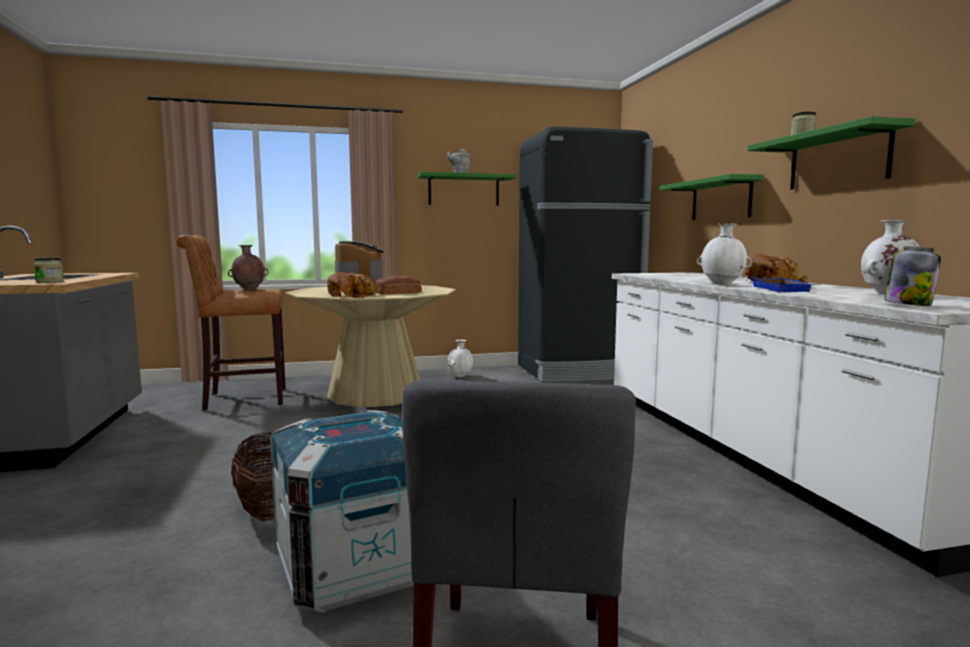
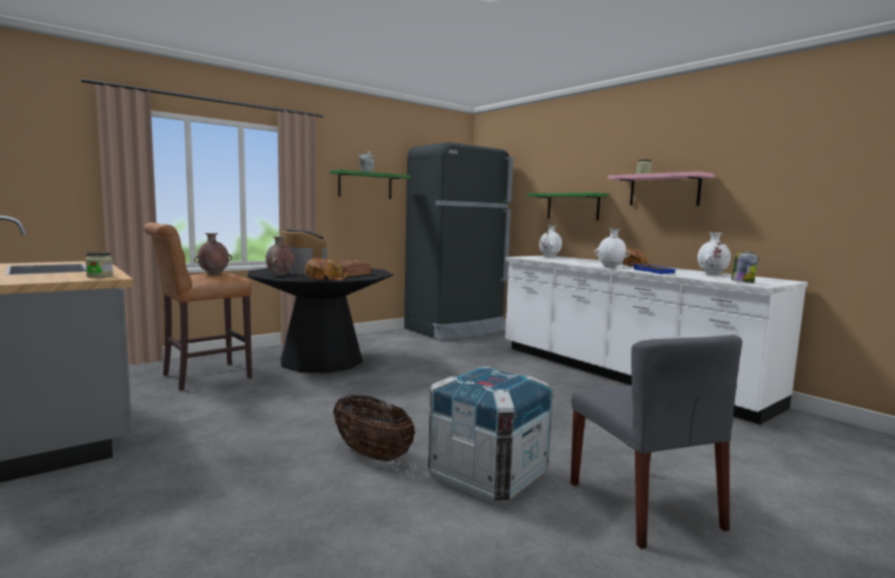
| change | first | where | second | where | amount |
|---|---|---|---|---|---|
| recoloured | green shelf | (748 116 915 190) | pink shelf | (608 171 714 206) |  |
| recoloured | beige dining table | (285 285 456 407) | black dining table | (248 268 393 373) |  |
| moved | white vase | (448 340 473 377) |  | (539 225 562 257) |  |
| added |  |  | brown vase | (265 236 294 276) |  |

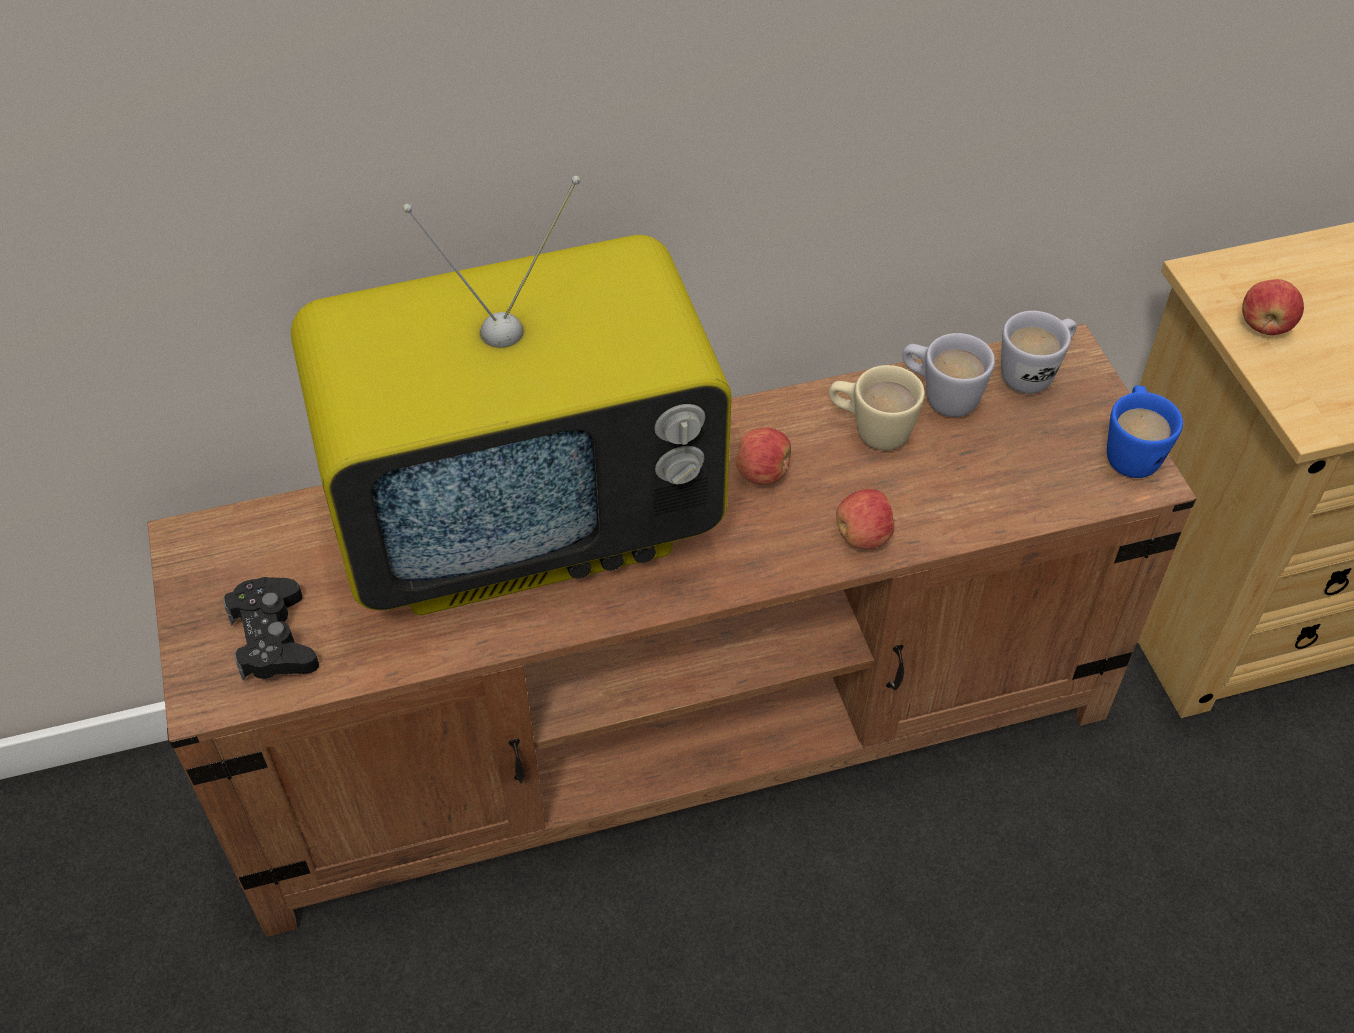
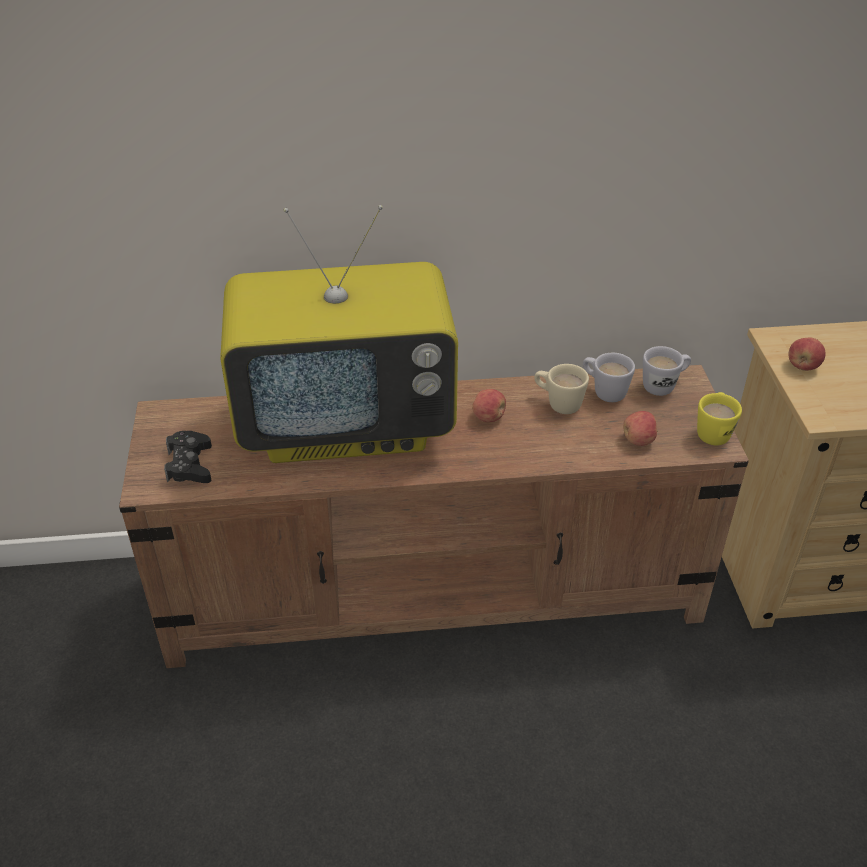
| change | first | where | second | where | amount |
|---|---|---|---|---|---|
| recoloured | blue mug | (1107 385 1183 478) | yellow mug | (697 392 742 445) |  |
| moved | apple | (836 489 895 549) |  | (623 411 658 446) |  |

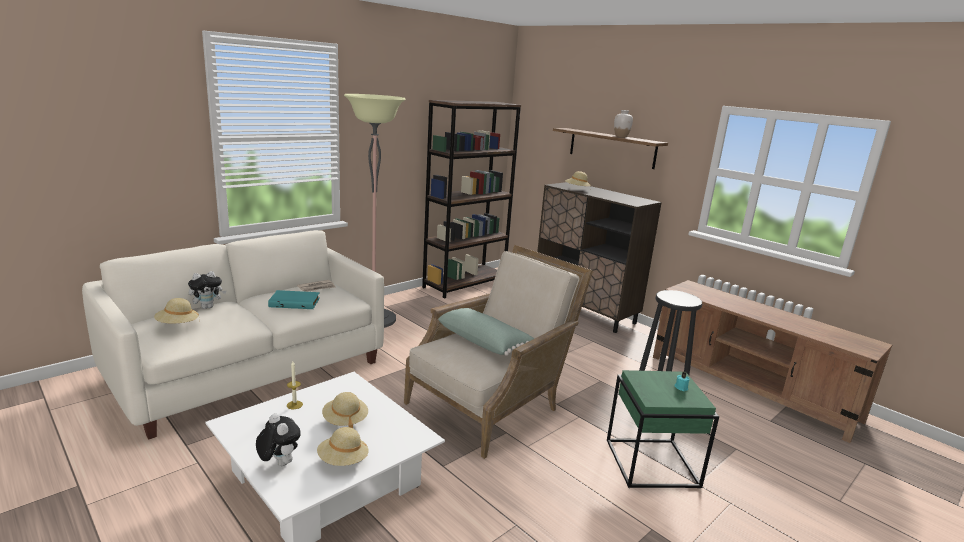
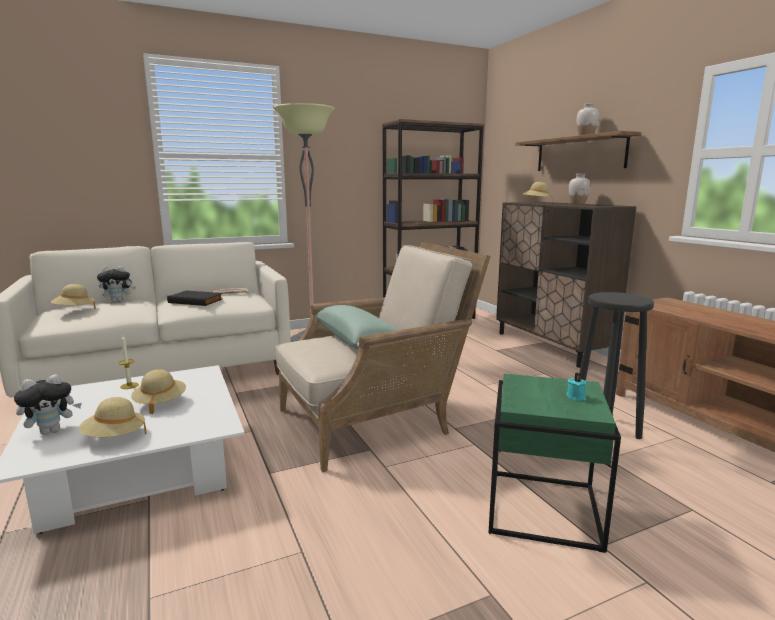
| change | first | where | second | where | amount |
|---|---|---|---|---|---|
| recoloured | turquoise book | (268 290 320 309) | black book | (167 290 223 306) |  |
| turned | plush toy | (256 414 301 466) |  | (14 374 82 435) | 75 degrees clockwise |
| added |  |  | white vase | (569 174 591 204) |  |

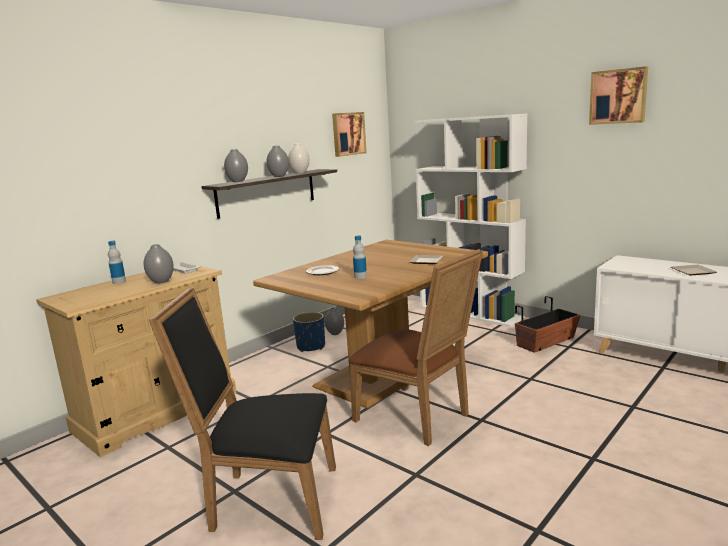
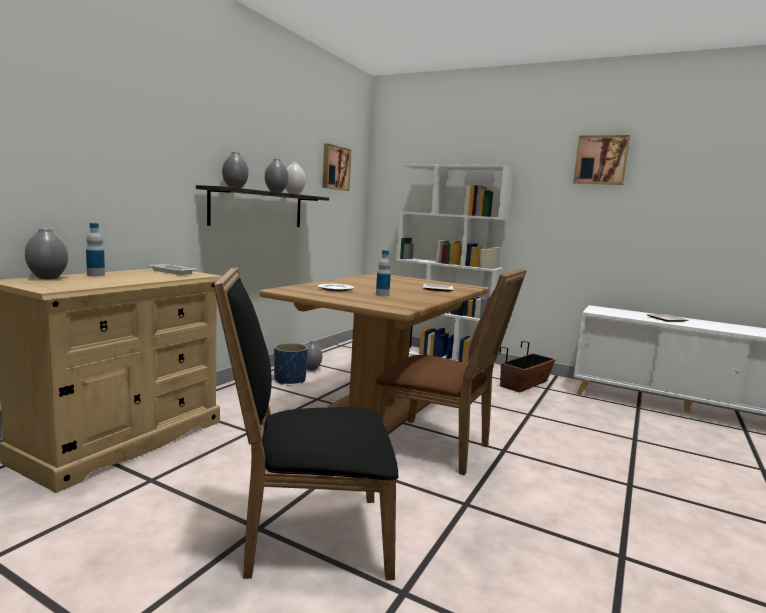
| change | first | where | second | where | amount |
|---|---|---|---|---|---|
| moved | grey vase | (144 244 174 284) |  | (25 228 68 279) |  |

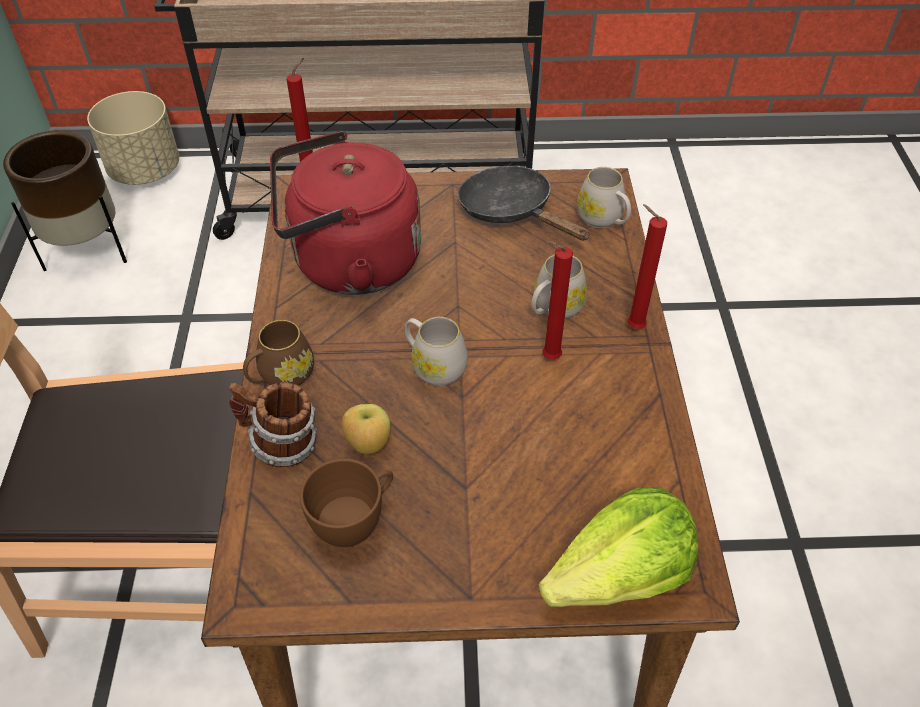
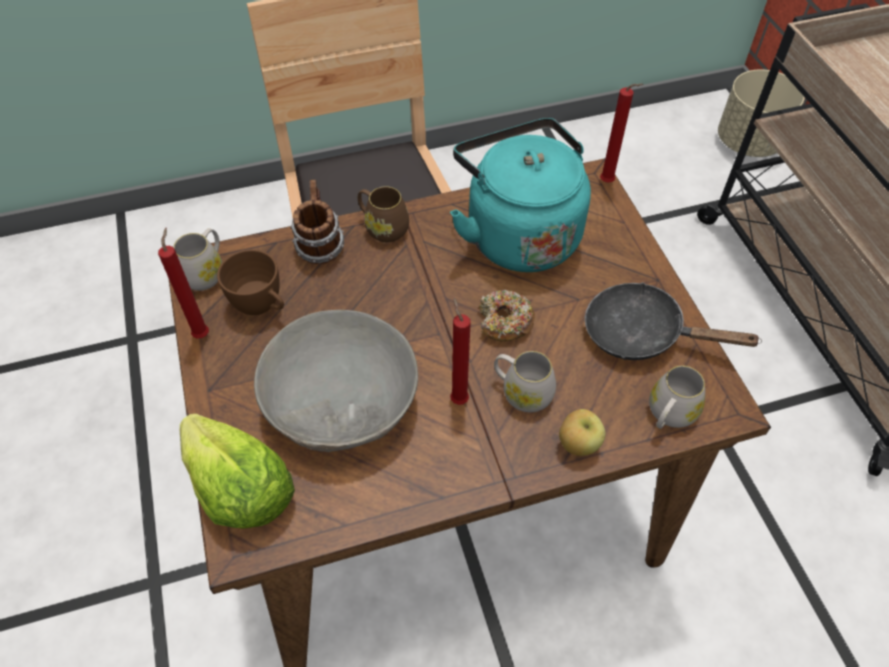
| change | first | where | second | where | amount |
|---|---|---|---|---|---|
| removed | brown planter | (3 130 127 271) |  |  |  |
| recoloured | red kettle | (270 131 421 295) | turquoise kettle | (450 118 591 272) |  |
| turned | black frying pan | (458 166 591 241) |  | (585 282 762 360) | 105 degrees counterclockwise |
| moved | red candle | (627 204 667 329) |  | (158 228 209 339) |  |
| moved | white mug | (405 317 468 386) |  | (173 228 222 291) |  |
| moved | apple | (341 404 391 454) |  | (559 409 605 456) |  |
| added |  |  | donut | (479 290 535 341) |  |
| added |  |  | grey bowl | (254 310 418 452) |  |

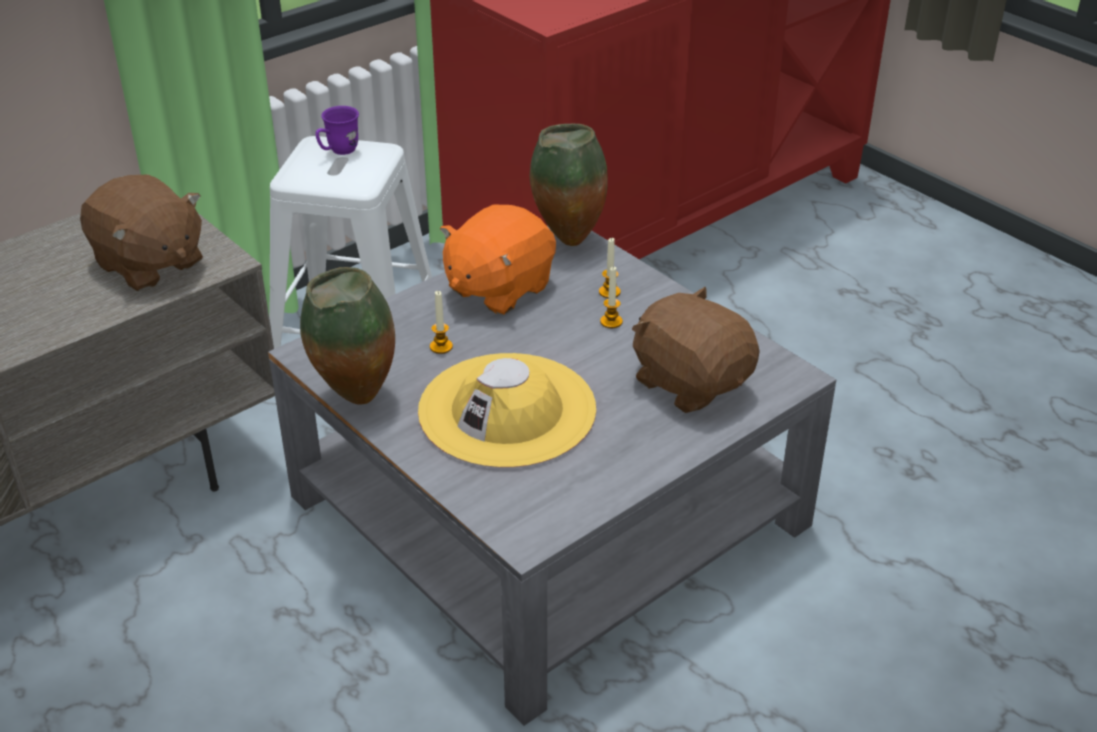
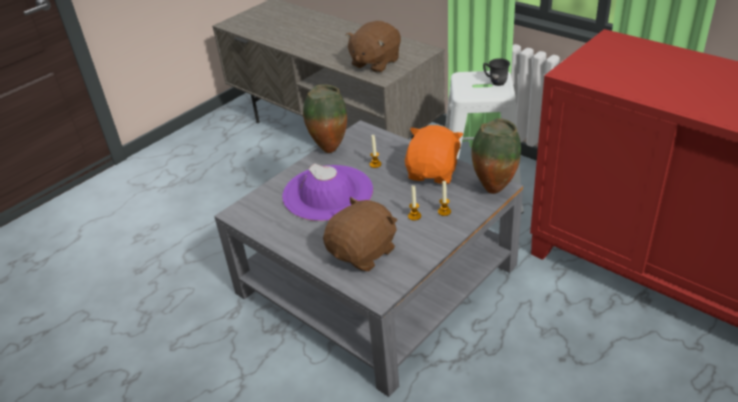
| change | first | where | second | where | amount |
|---|---|---|---|---|---|
| recoloured | purple mug | (315 106 359 155) | grey mug | (483 58 510 86) |  |
| turned | orange plush toy | (440 205 556 315) |  | (405 125 463 184) | 75 degrees clockwise |
| recoloured | yellow hat | (418 353 597 468) | purple hat | (282 164 373 221) |  |

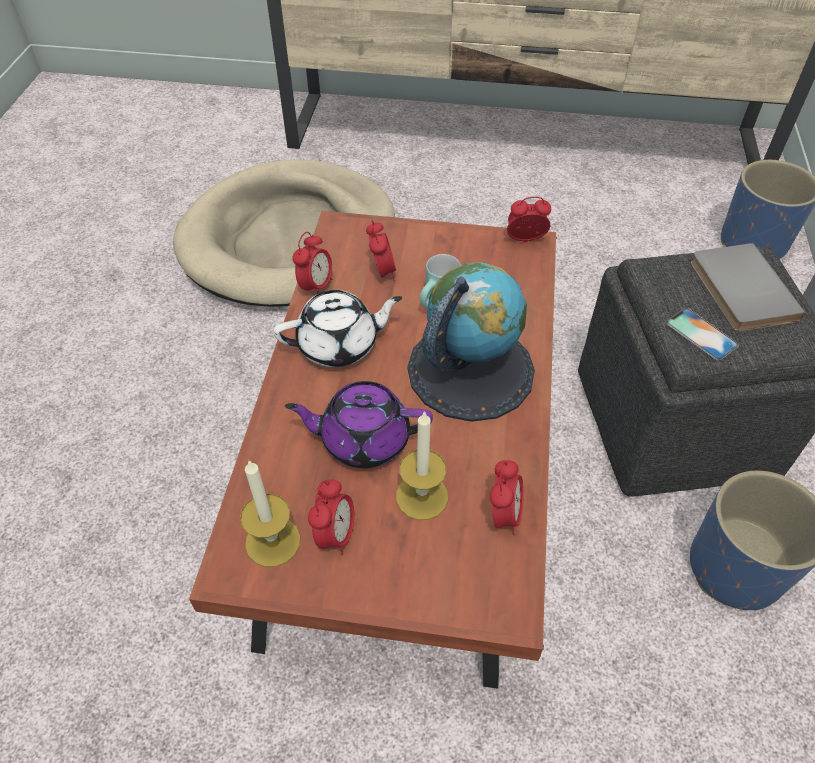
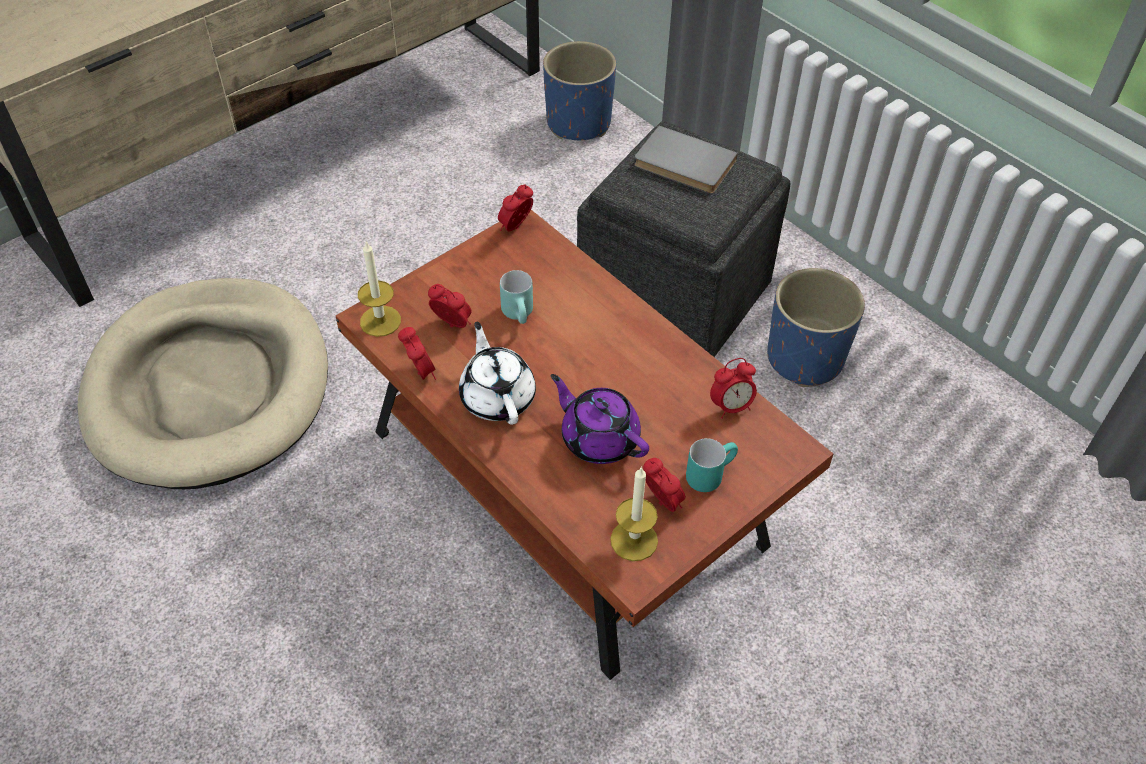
| change | first | where | second | where | amount |
|---|---|---|---|---|---|
| removed | globe | (407 262 535 422) |  |  |  |
| turned | white teapot | (273 290 402 367) |  | (459 322 536 425) | 45 degrees counterclockwise |
| removed | phone | (666 308 739 361) |  |  |  |
| turned | purple teapot | (285 381 433 468) |  | (551 374 649 464) | 90 degrees clockwise |
| moved | candle | (396 411 448 520) |  | (358 241 401 337) |  |
| turned | alarm clock | (490 460 524 535) |  | (710 358 757 419) | 105 degrees clockwise |
| added |  |  | turquoise mug | (686 438 738 492) |  |

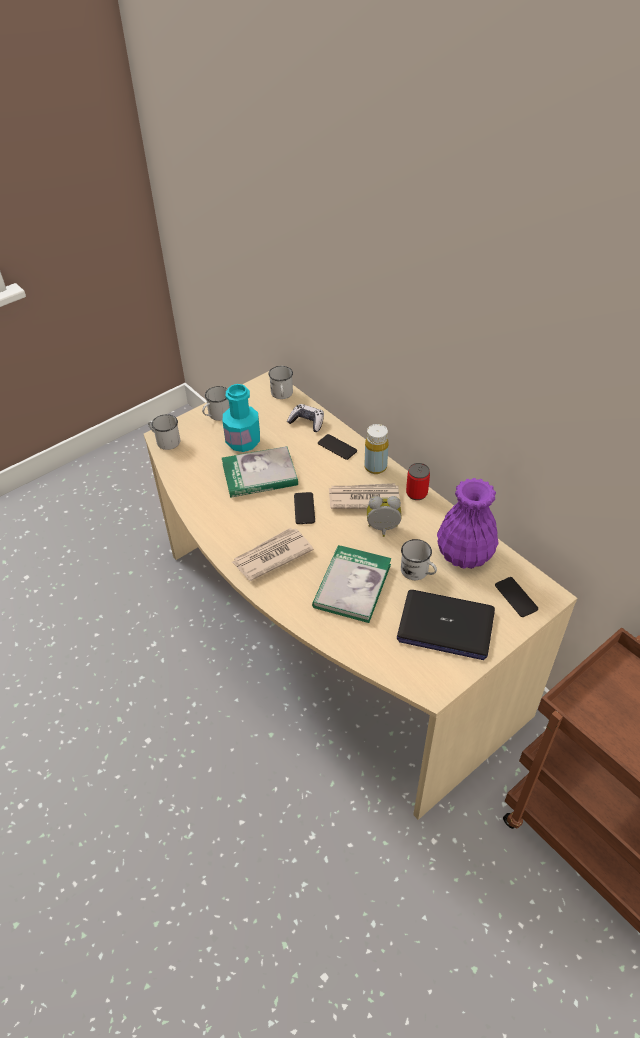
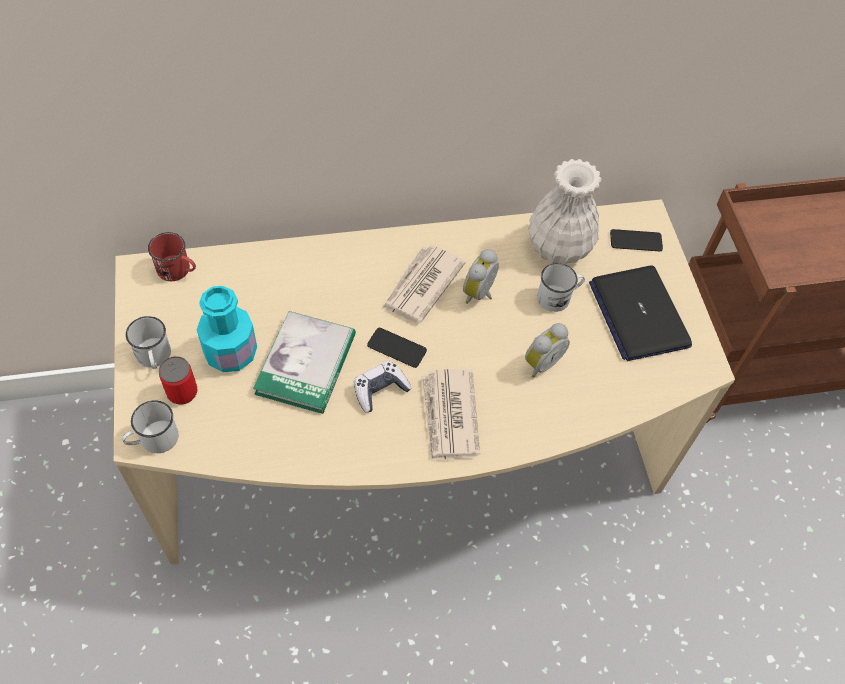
| change | first | where | second | where | amount |
|---|---|---|---|---|---|
| recoloured | white mug | (268 366 293 399) | red mug | (148 232 196 281) |  |
| moved | game controller | (287 404 324 432) |  | (354 361 412 413) |  |
| removed | yellow bottle | (365 424 389 474) |  |  |  |
| removed | phone | (318 434 357 460) |  |  |  |
| moved | can | (406 463 430 500) |  | (159 356 198 405) |  |
| recoloured | purple vase | (437 478 499 569) | white vase | (528 159 602 264) |  |
| replaced | book | (312 545 391 623) | alarm clock | (525 323 570 378) |  |
| turned | laptop | (397 590 495 660) |  | (589 266 692 361) | 120 degrees clockwise |

